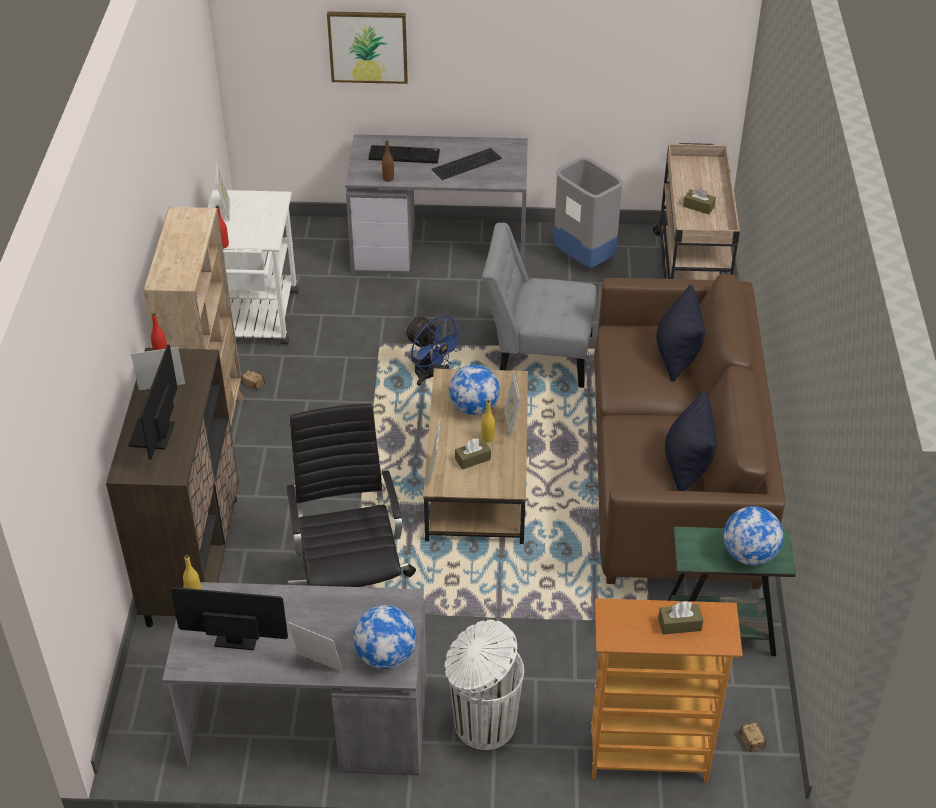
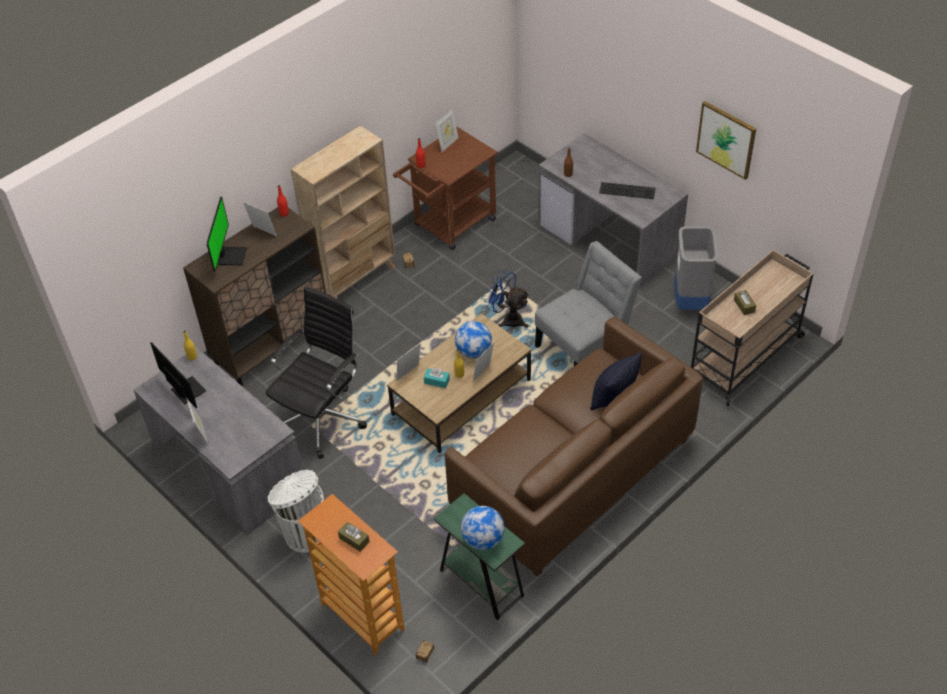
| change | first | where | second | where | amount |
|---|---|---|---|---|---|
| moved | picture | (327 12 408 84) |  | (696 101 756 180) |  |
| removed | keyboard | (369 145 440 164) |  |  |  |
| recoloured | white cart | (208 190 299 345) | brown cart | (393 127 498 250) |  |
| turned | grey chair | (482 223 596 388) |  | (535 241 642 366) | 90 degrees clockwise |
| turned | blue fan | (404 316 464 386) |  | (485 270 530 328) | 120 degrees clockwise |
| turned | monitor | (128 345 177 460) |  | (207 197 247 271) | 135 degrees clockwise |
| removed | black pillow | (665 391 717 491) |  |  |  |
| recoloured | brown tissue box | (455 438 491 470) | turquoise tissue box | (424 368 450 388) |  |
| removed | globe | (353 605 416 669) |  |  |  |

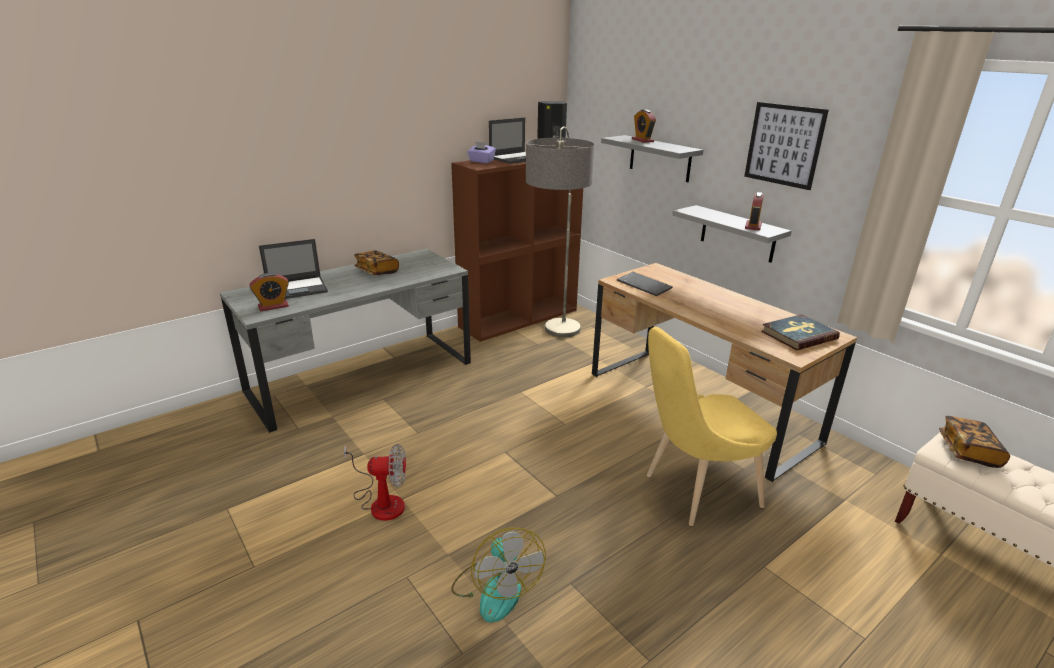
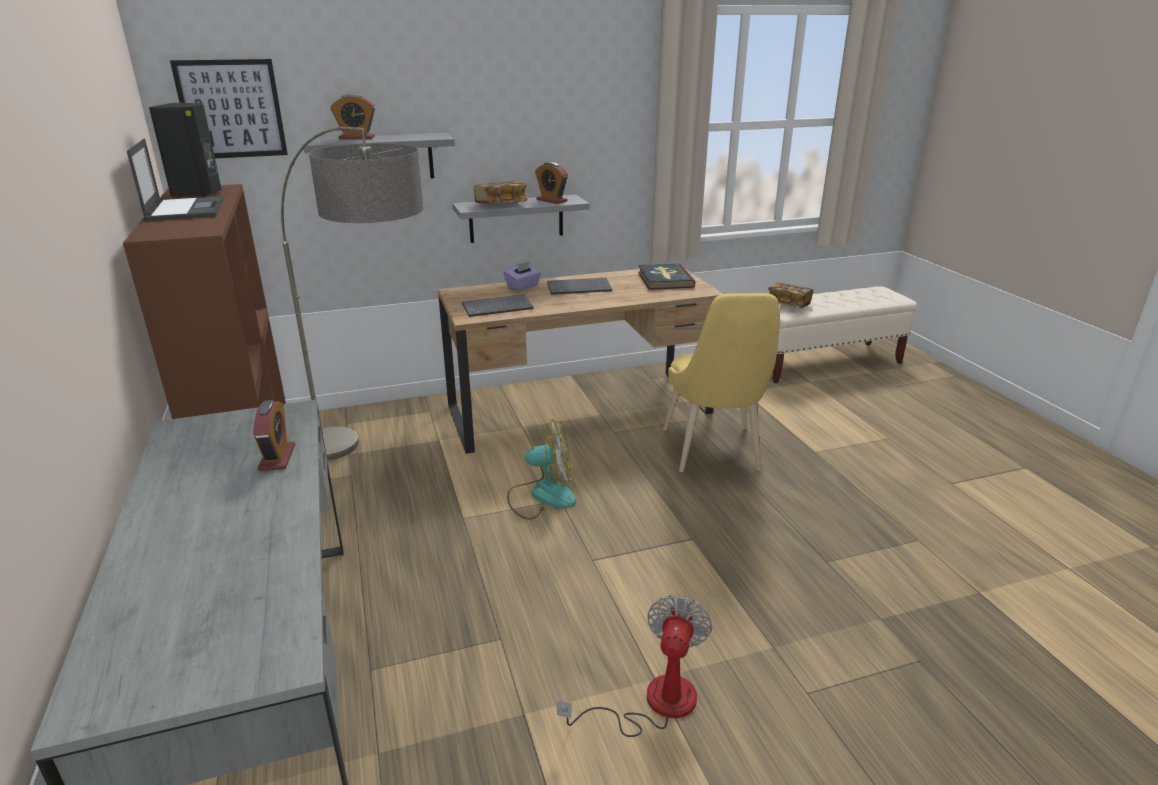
| change | first | where | second | where | amount |
|---|---|---|---|---|---|
| moved | picture | (744 102 829 190) |  | (170 59 288 158) |  |
| moved | purple tissue box | (467 141 496 163) |  | (504 261 541 291) |  |
| removed | laptop | (259 239 328 299) |  |  |  |
| moved | book | (354 250 399 275) |  | (473 181 527 204) |  |
| moved | alarm clock | (250 273 289 311) |  | (253 400 295 471) |  |
| moved | fan | (451 527 546 623) |  | (507 419 576 520) |  |
| added |  |  | keyboard | (547 278 612 295) |  |

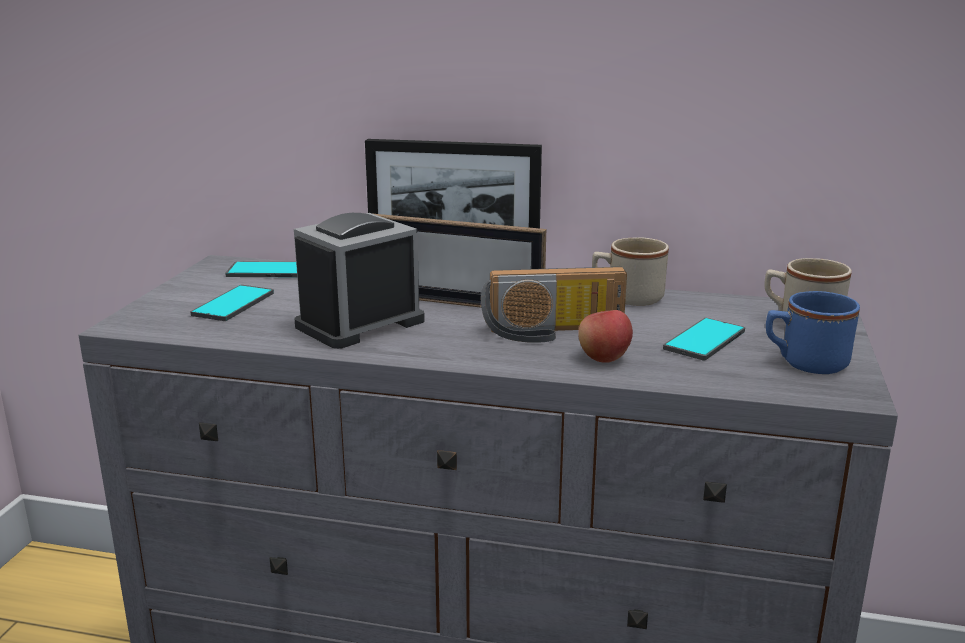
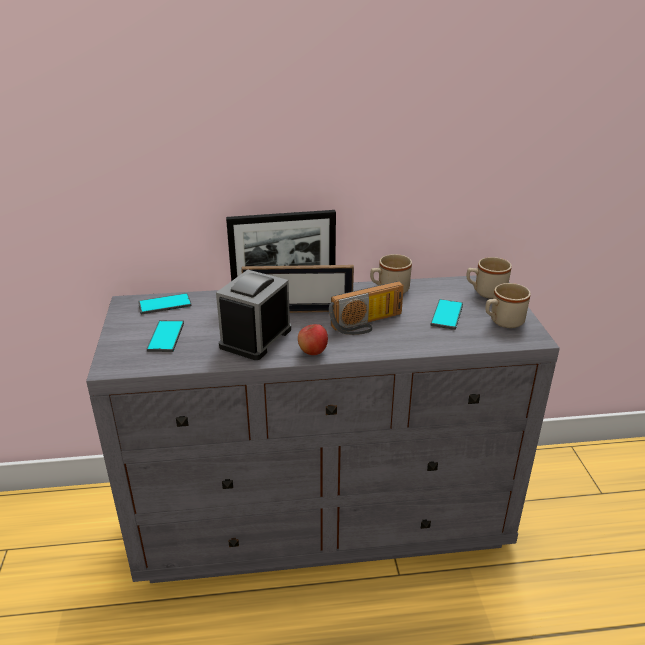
| change | first | where | second | where | amount |
|---|---|---|---|---|---|
| recoloured | blue mug | (766 291 860 374) | beige mug | (485 283 531 328) |  |
| moved | apple | (578 310 633 363) |  | (298 324 328 355) |  |

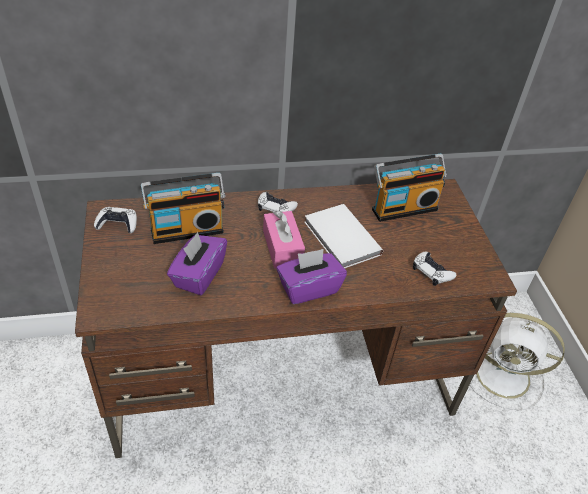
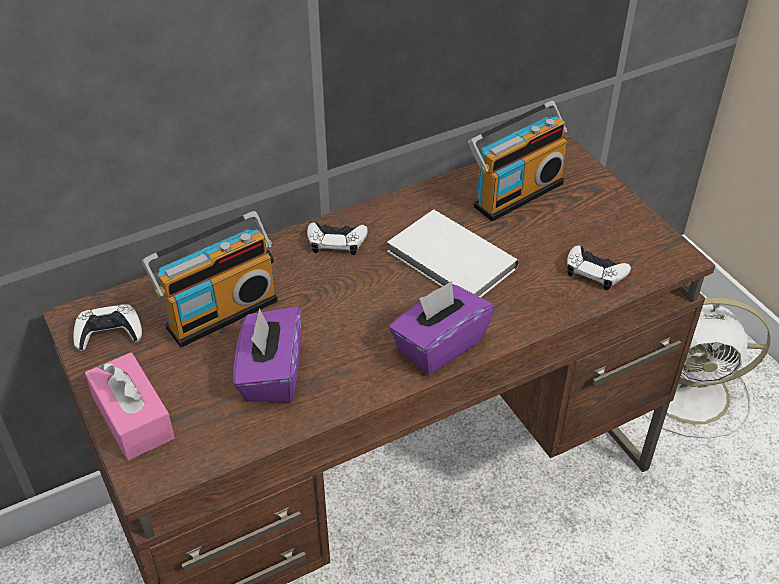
| change | first | where | second | where | amount |
|---|---|---|---|---|---|
| moved | pink tissue box | (263 211 305 269) |  | (85 353 175 460) |  |

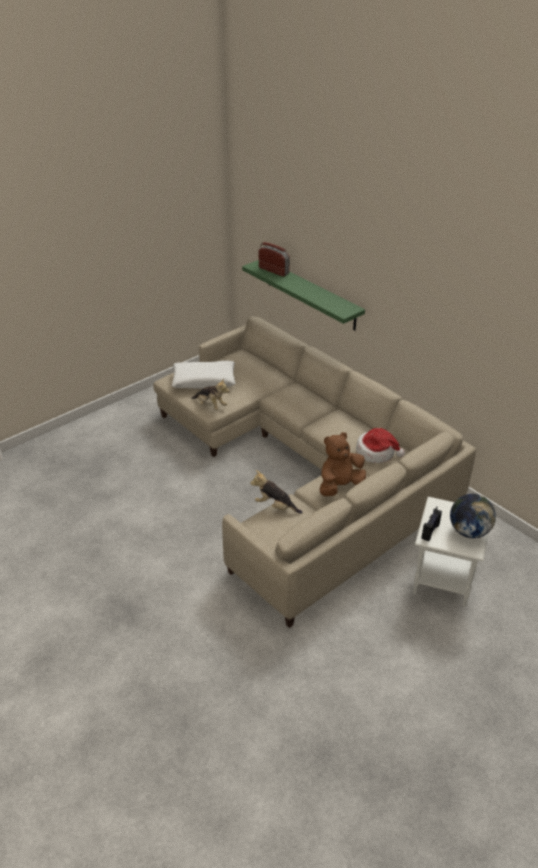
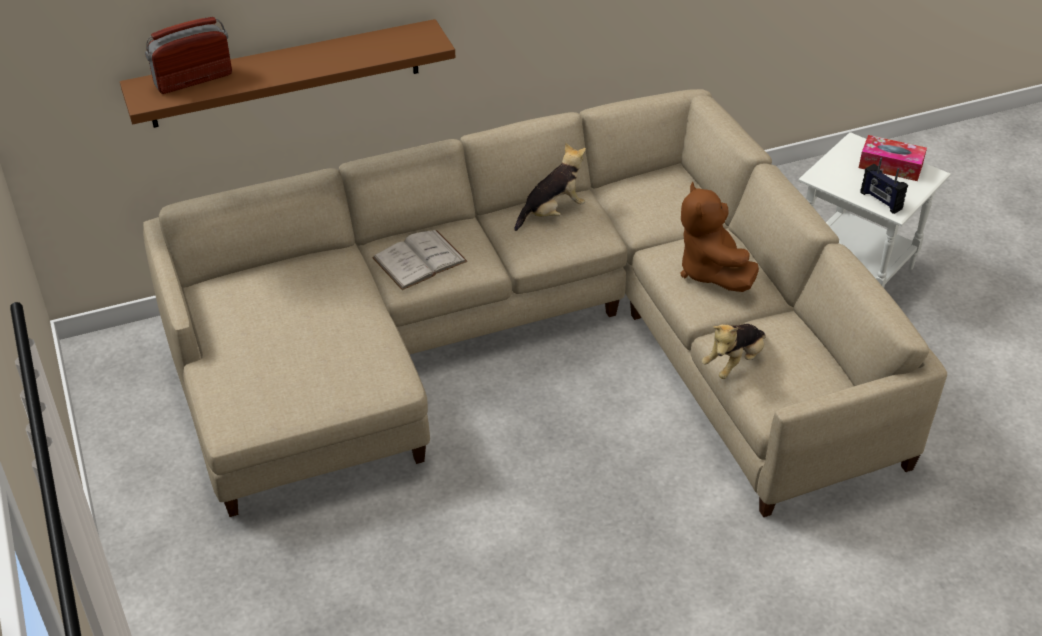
| change | first | where | second | where | amount |
|---|---|---|---|---|---|
| recoloured | green shelf | (242 260 365 331) | brown shelf | (120 19 455 128) |  |
| removed | white pillow | (172 361 236 389) |  |  |  |
| moved | plush toy | (191 378 230 410) |  | (514 143 586 231) |  |
| removed | hat | (356 428 405 463) |  |  |  |
| replaced | globe | (450 494 496 538) | tissue box | (859 135 927 181) |  |
| added |  |  | white book | (372 230 468 290) |  |

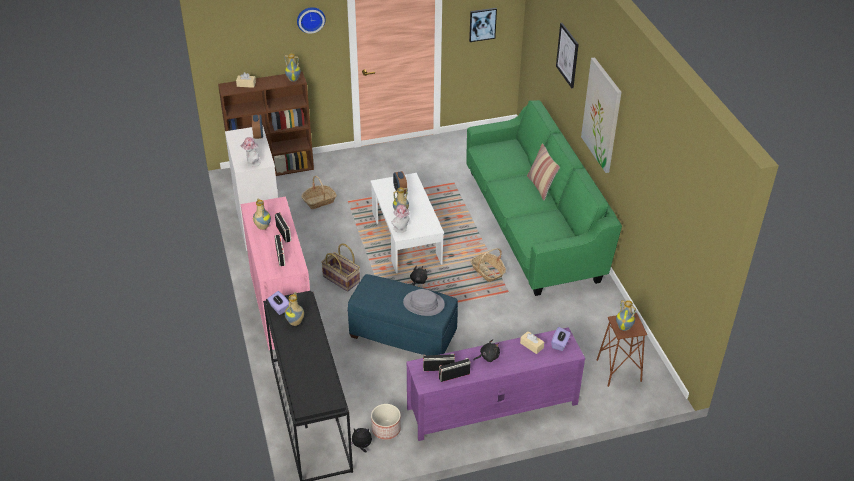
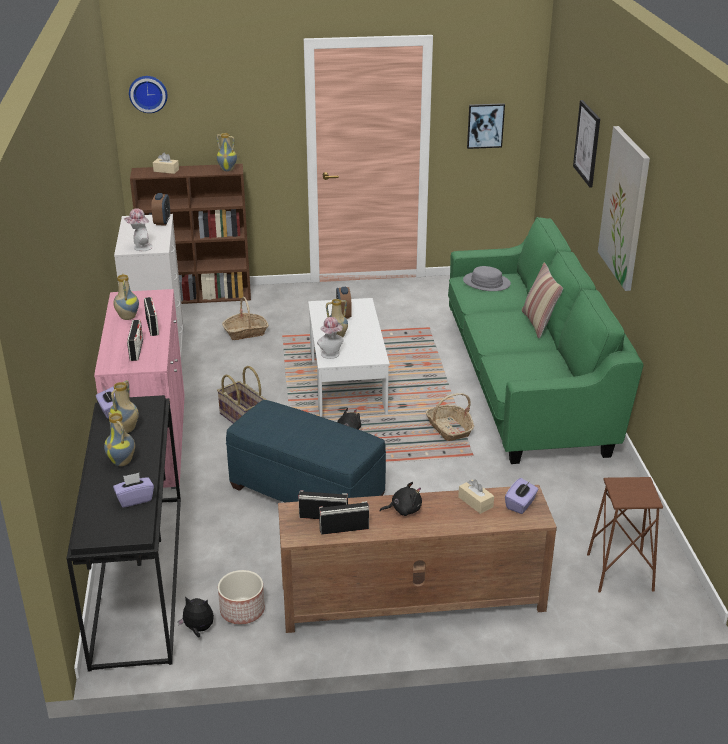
| change | first | where | second | where | amount |
|---|---|---|---|---|---|
| moved | wall clock | (297 7 326 34) |  | (129 76 167 113) |  |
| moved | grey hat | (403 289 445 316) |  | (463 266 511 291) |  |
| moved | vase | (616 300 636 331) |  | (104 412 135 466) |  |
| recoloured | purple tv stand | (406 327 585 441) | brown tv stand | (278 485 557 633) |  |
| added |  |  | purple tissue box | (113 473 154 508) |  |

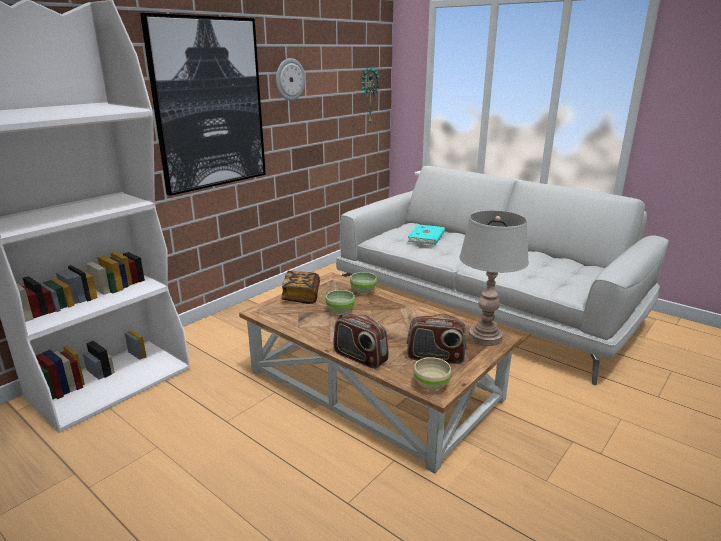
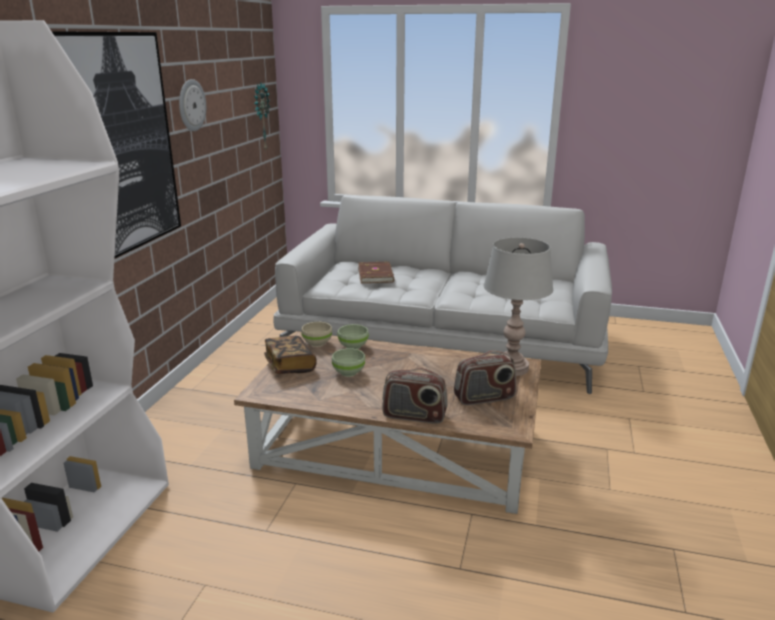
| change | first | where | second | where | amount |
|---|---|---|---|---|---|
| recoloured | turquoise book | (407 224 445 245) | brown book | (358 262 394 283) |  |
| moved | beige bowl | (413 357 452 391) |  | (301 322 332 347) |  |

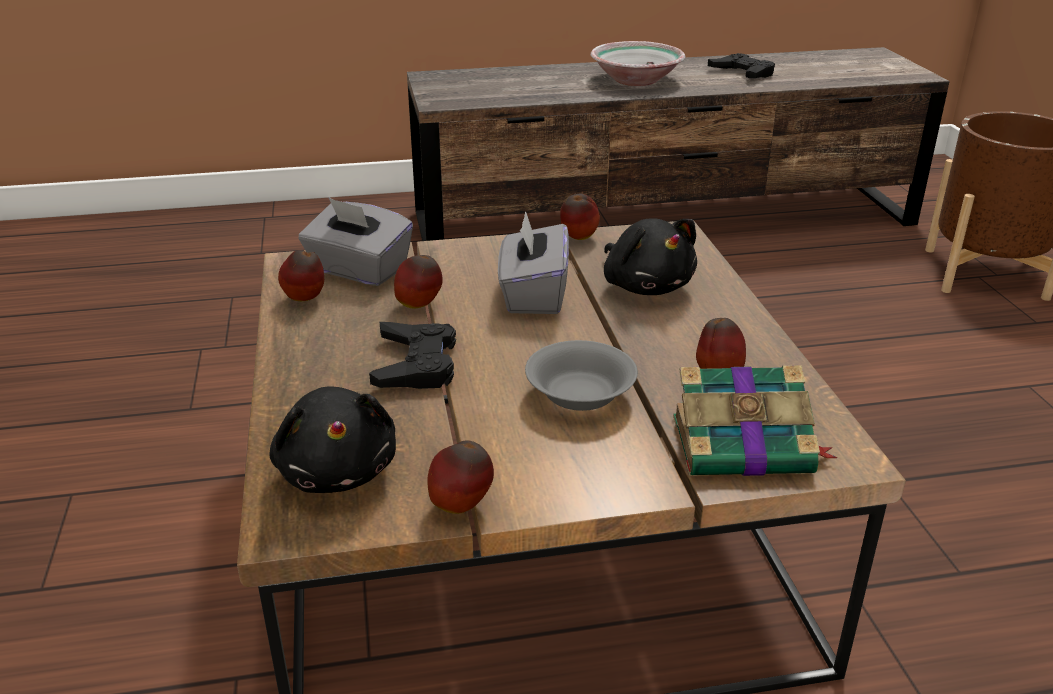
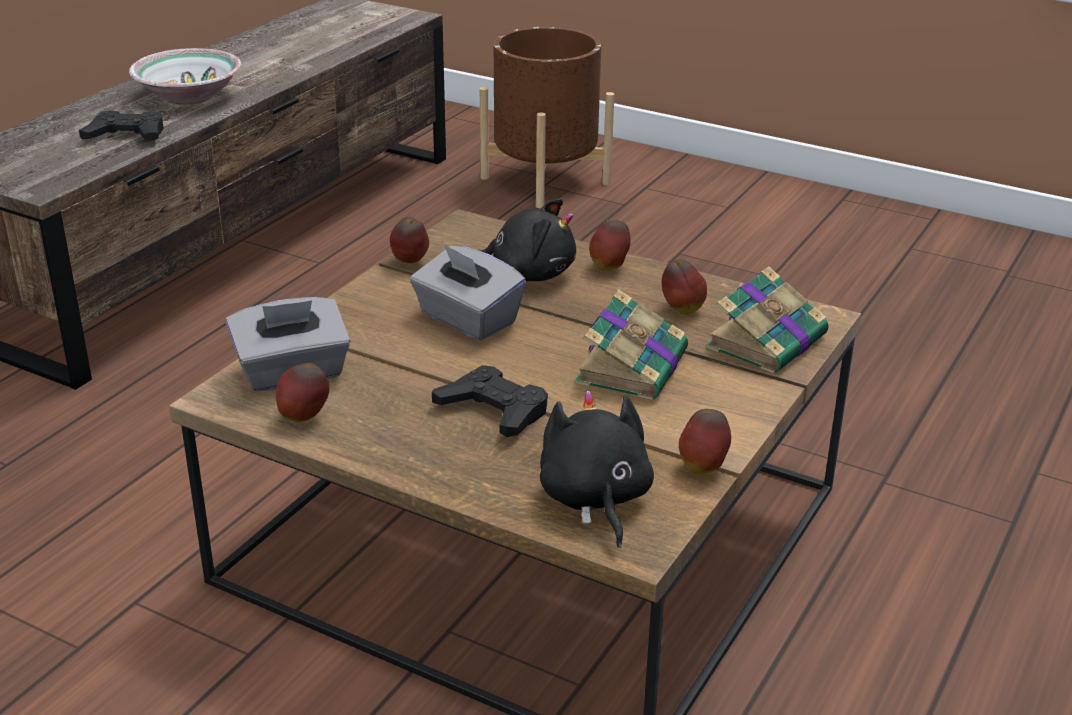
| change | first | where | second | where | amount |
|---|---|---|---|---|---|
| moved | black game controller | (708 53 775 78) |  | (79 110 164 141) |  |
| moved | apple | (394 255 443 308) |  | (589 219 631 271) |  |
| replaced | grey bowl | (525 340 638 411) | book | (575 289 688 400) |  |
| turned | black plush toy | (270 386 396 493) |  | (540 391 654 548) | 120 degrees counterclockwise |

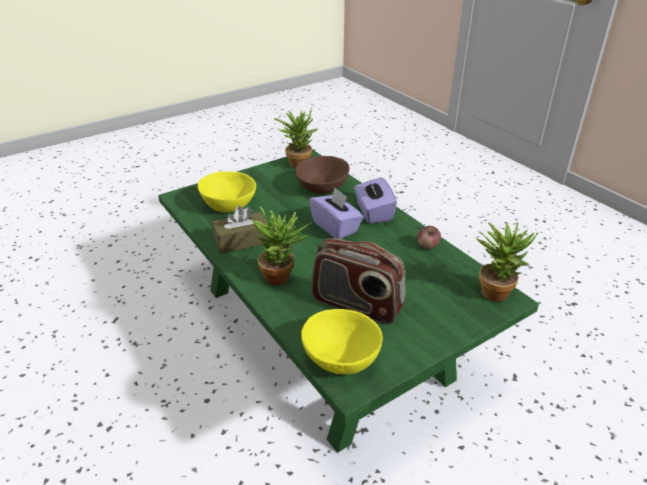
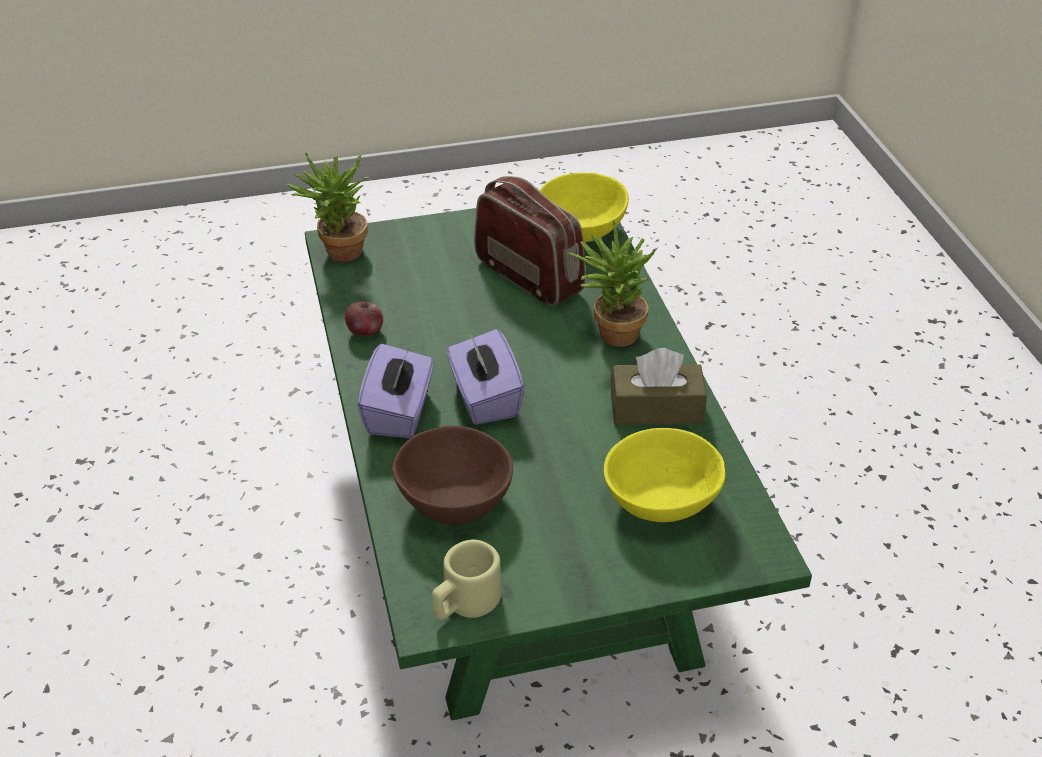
| change | first | where | second | where | amount |
|---|---|---|---|---|---|
| replaced | potted plant | (274 110 319 169) | beige mug | (432 540 501 620) |  |

